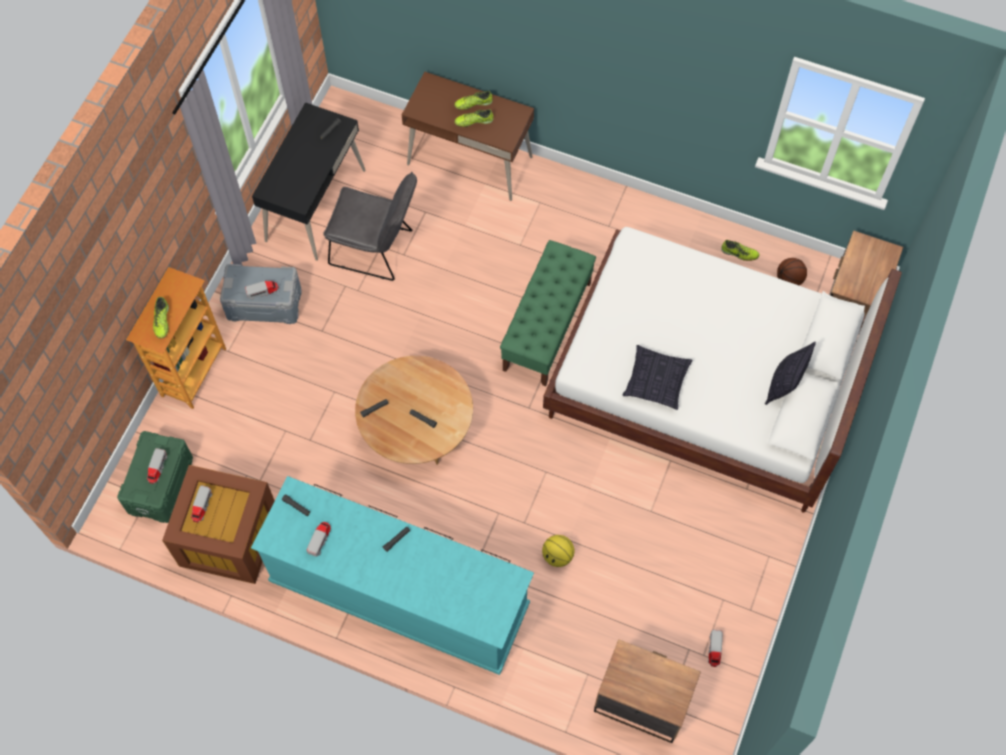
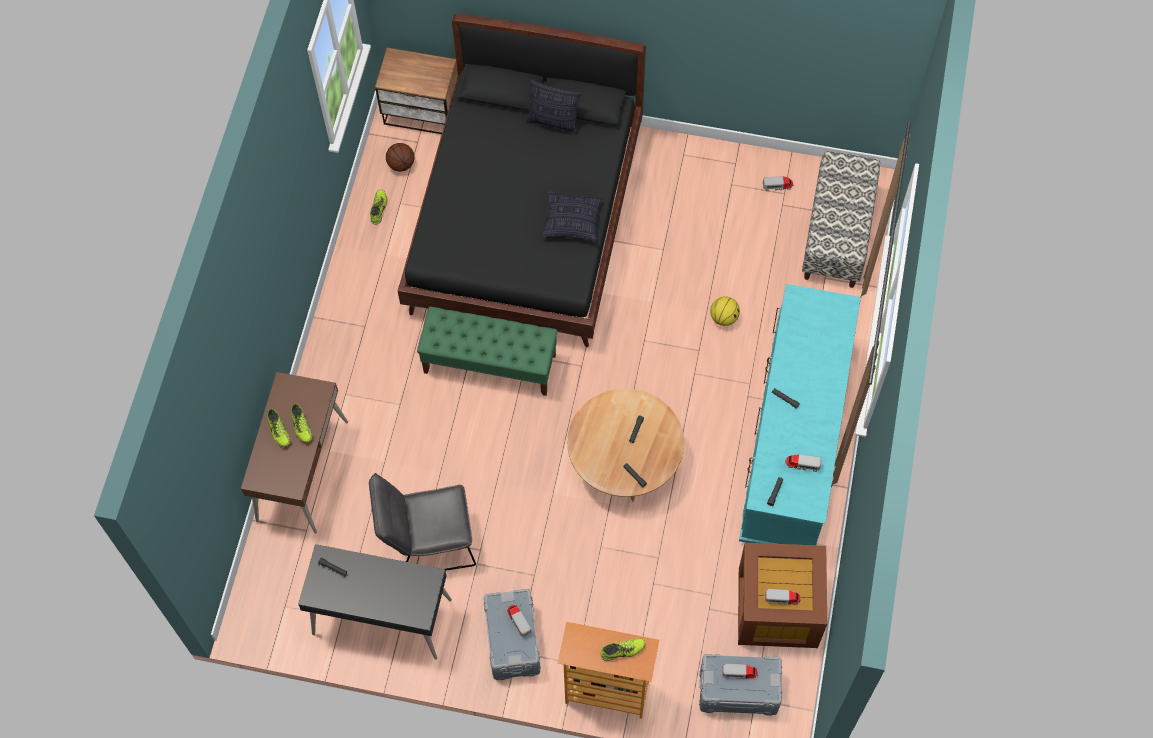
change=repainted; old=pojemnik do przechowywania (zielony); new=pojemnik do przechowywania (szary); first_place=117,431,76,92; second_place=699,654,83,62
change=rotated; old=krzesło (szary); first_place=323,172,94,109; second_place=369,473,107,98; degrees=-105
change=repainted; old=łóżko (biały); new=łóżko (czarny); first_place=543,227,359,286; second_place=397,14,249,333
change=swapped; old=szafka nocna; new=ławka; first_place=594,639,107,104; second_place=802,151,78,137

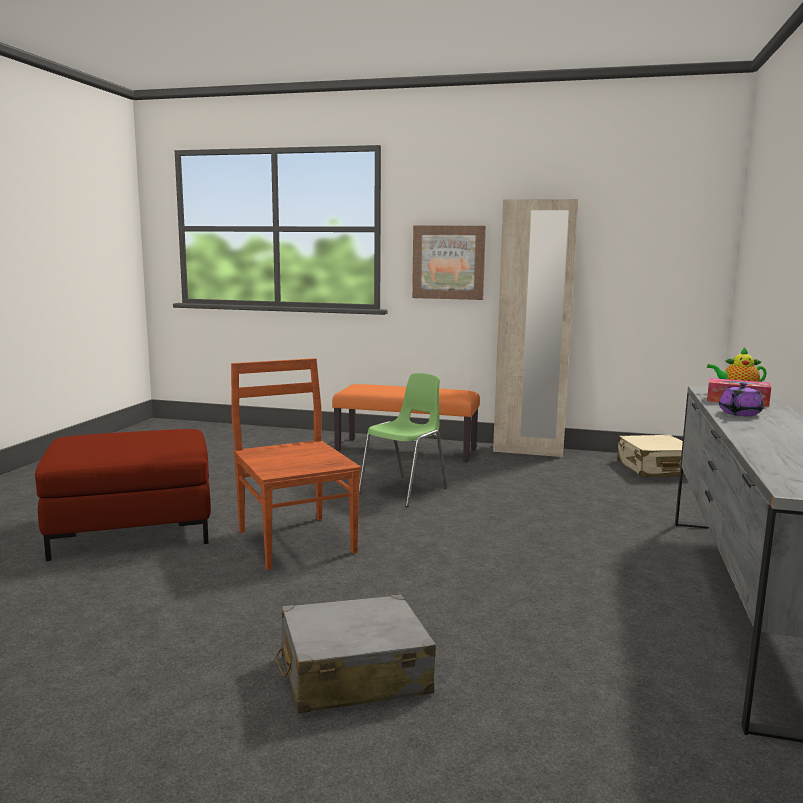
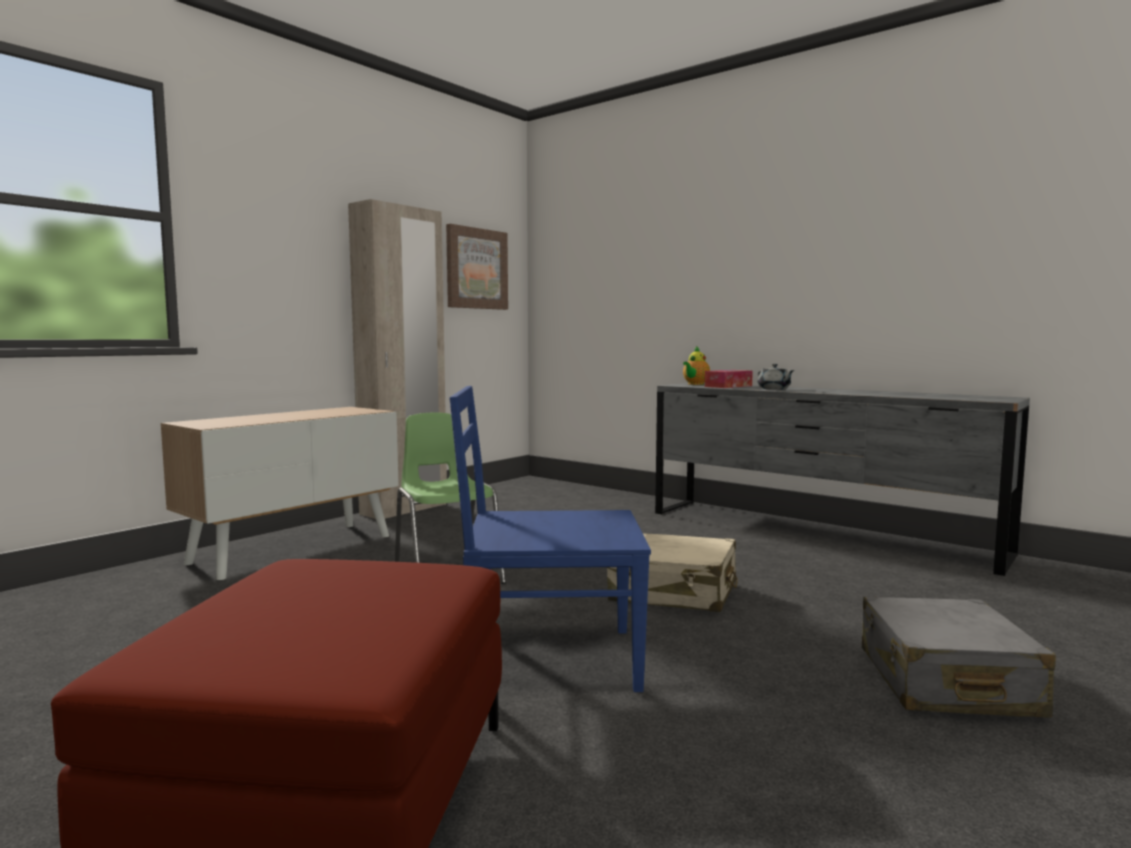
change=repainted; old=krzesło (brązowy); new=krzesło (niebieski); first_place=231,358,130,212; second_place=449,386,202,306
change=swapped; old=ławka (pomarańczowy); new=szafka; first_place=332,384,148,78; second_place=161,407,238,173
change=shifted; old=obraz; first_place=412,226,74,74; second_place=446,224,62,86
change=shifted; old=walizka (beżowy); first_place=617,435,69,42; second_place=607,533,131,79
change=repainted; old=imbryk (fioletowy); new=imbryk (szary); first_place=719,382,45,34; second_place=757,364,37,26

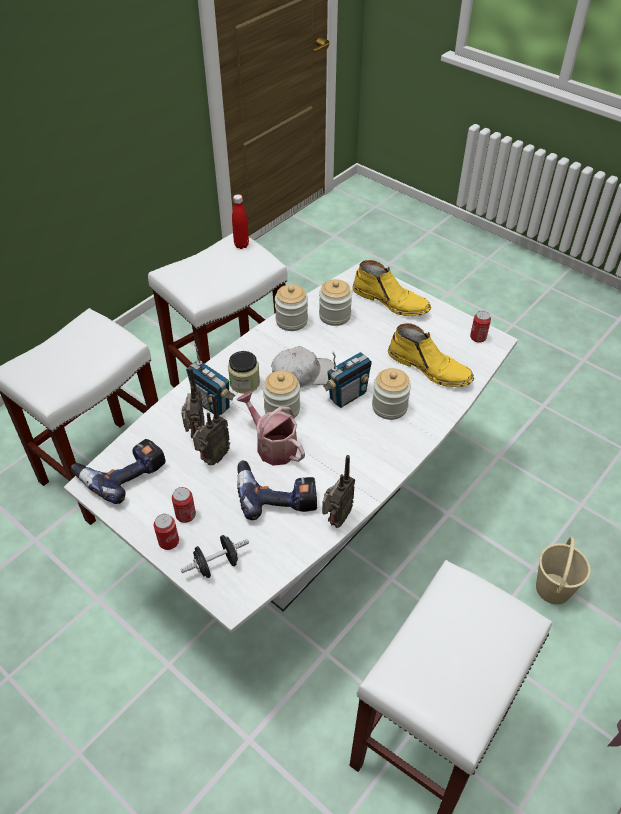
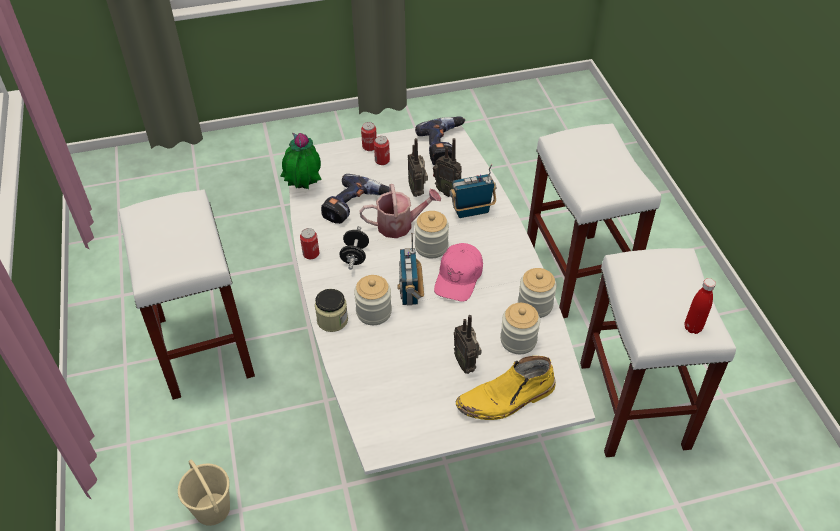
change=shifted; old=hantel (czarny); first_place=181,535,68,43; second_place=340,226,29,44
change=shifted; old=słoik; first_place=228,351,32,43; second_place=315,289,33,43
change=repainted; old=czapka z daszkiem (biały); new=czapka z daszkiem (różowy); first_place=271,346,63,42; second_place=434,243,49,59
change=shifted; old=radio; first_place=322,455,33,73; second_place=454,315,28,59
change=gone; old=but z cholewką (żółty); first_place=388,323,86,64
change=shifted; old=puszka; first_place=470,311,21,32; second_place=300,228,19,31
change=new; new=roślina doniczkowa; second_place=280,133,42,56

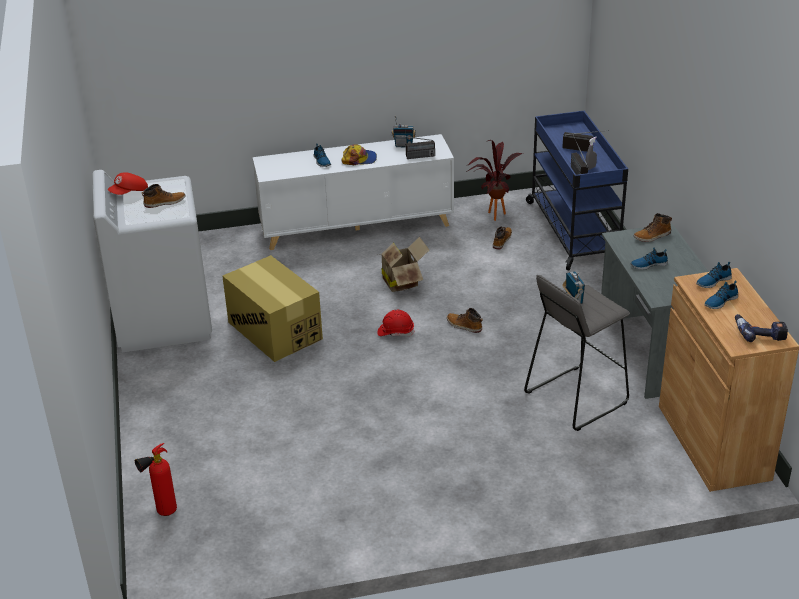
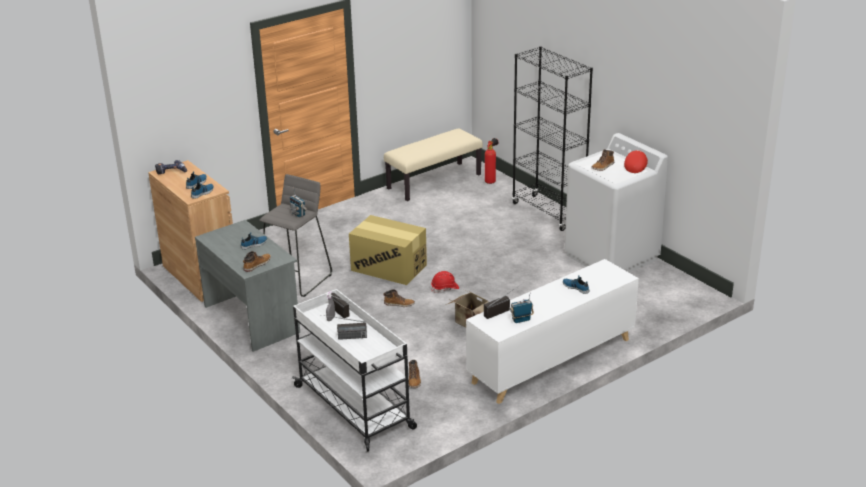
change=shifted; old=karton; first_place=222,255,101,107; second_place=349,215,78,70
change=gone; old=czapka z daszkiem; first_place=342,144,35,21
change=gone; old=roślina doniczkowa; first_place=466,140,57,81
change=repainted; old=wózek (niebieski); new=wózek (biały); first_place=526,111,102,160; second_place=292,289,125,163
change=new; new=ławka (beżowy); second_place=384,128,99,73
change=new; new=regał (czarny); second_place=512,46,81,185

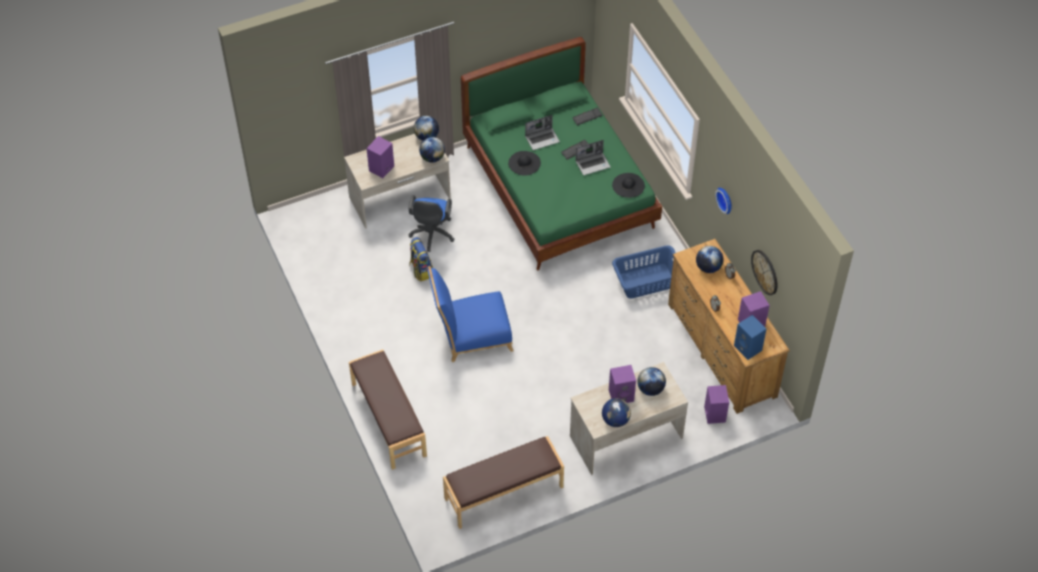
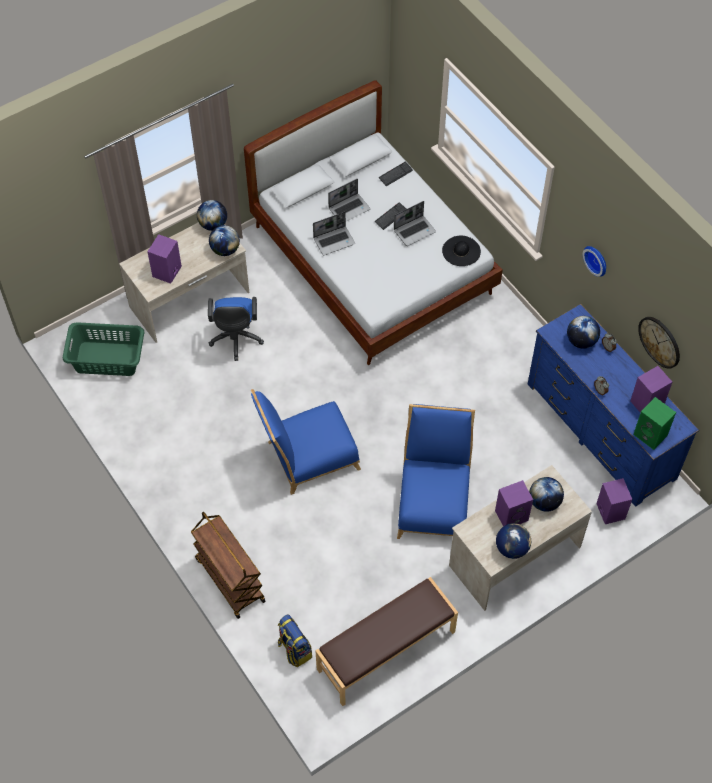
change=swapped; old=ławka (brązowy); new=wózek (brązowy); first_place=349,349,78,121; second_place=191,512,75,107
change=shifted; old=plecak; first_place=409,237,24,45; second_place=278,614,34,53
change=repainted; old=łóżko (zielony); new=łóżko (biały); first_place=461,37,201,233; second_place=244,80,259,285
change=swapped; old=kapelusz (czarny); new=laptop; first_place=508,151,33,25; second_place=313,212,42,43
change=gone; old=kosz na pranie (niebieski); first_place=612,245,63,54
change=repainted; old=komoda (brązowy); new=komoda (niebieski); first_place=668,239,122,175; second_place=528,304,171,203
change=repainted; old=głośnik (niebieski); new=głośnik (zielony); first_place=734,315,32,45; second_place=633,397,43,53
change=new; new=kosz na pranie (zielony); second_place=63,322,81,54
change=new; new=krzesło (niebieski); second_place=397,404,78,135

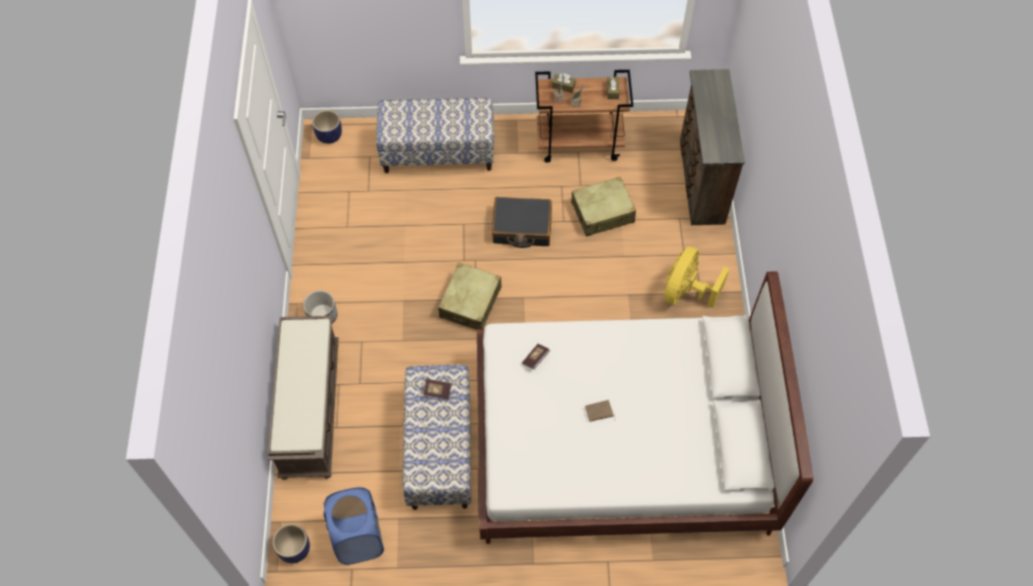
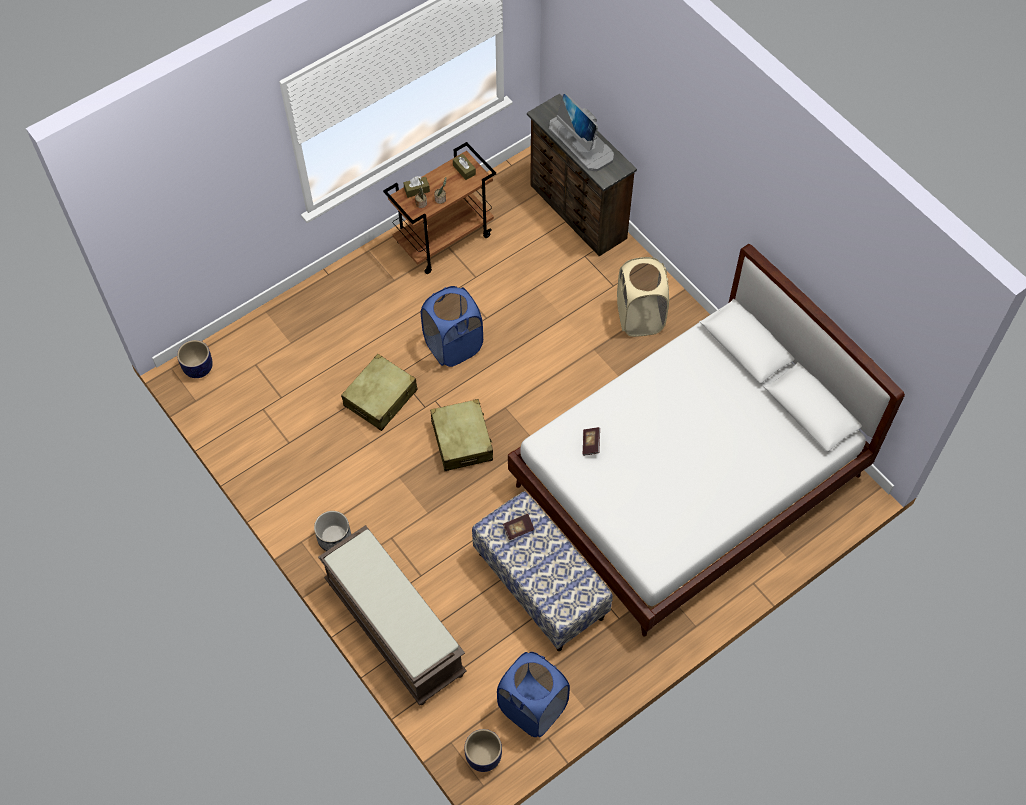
change=gone; old=ławka; first_place=376,98,118,75
change=swapped; old=walizka (czarny); new=kosz na pranie (niebieski); first_place=492,197,60,51; second_place=421,286,62,81
change=shifted; old=walizka (beżowy); first_place=571,177,65,60; second_place=341,354,77,77
change=gone; old=książka (brązowy); first_place=585,400,30,22
change=swapped; old=wentylator (żółty); new=kosz na pranie (beżowy); first_place=664,246,65,62; second_place=617,257,52,80
change=new; new=monitor; second_place=549,93,65,78

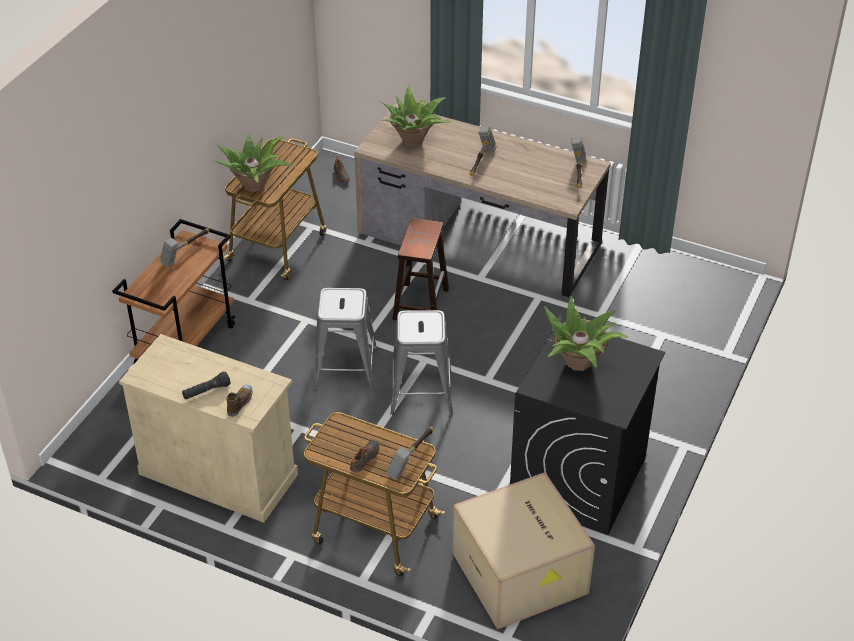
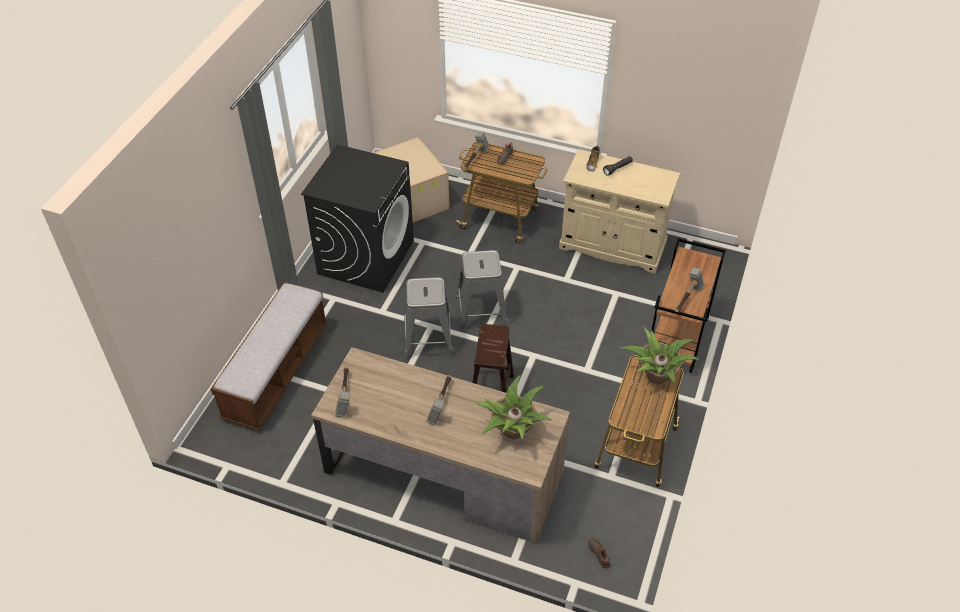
change=shifted; old=stołek (szary); first_place=313,288,64,103; second_place=404,277,50,83
change=gone; old=roślina doniczkowa; first_place=544,296,84,75
change=new; new=ławka; second_place=211,281,116,150

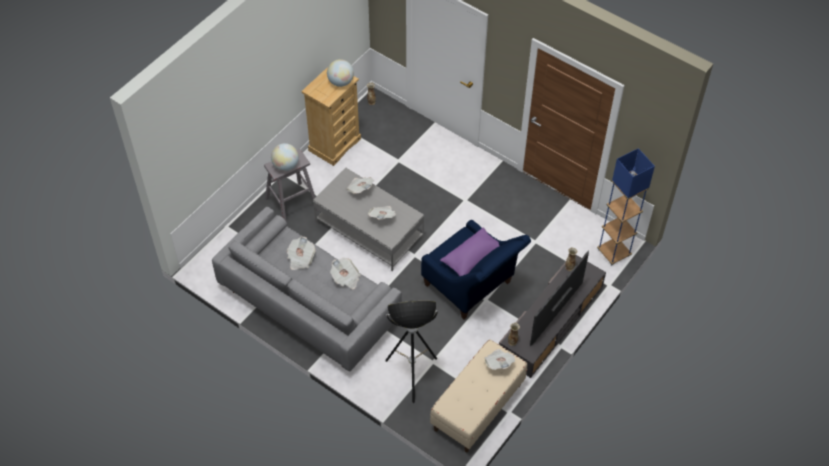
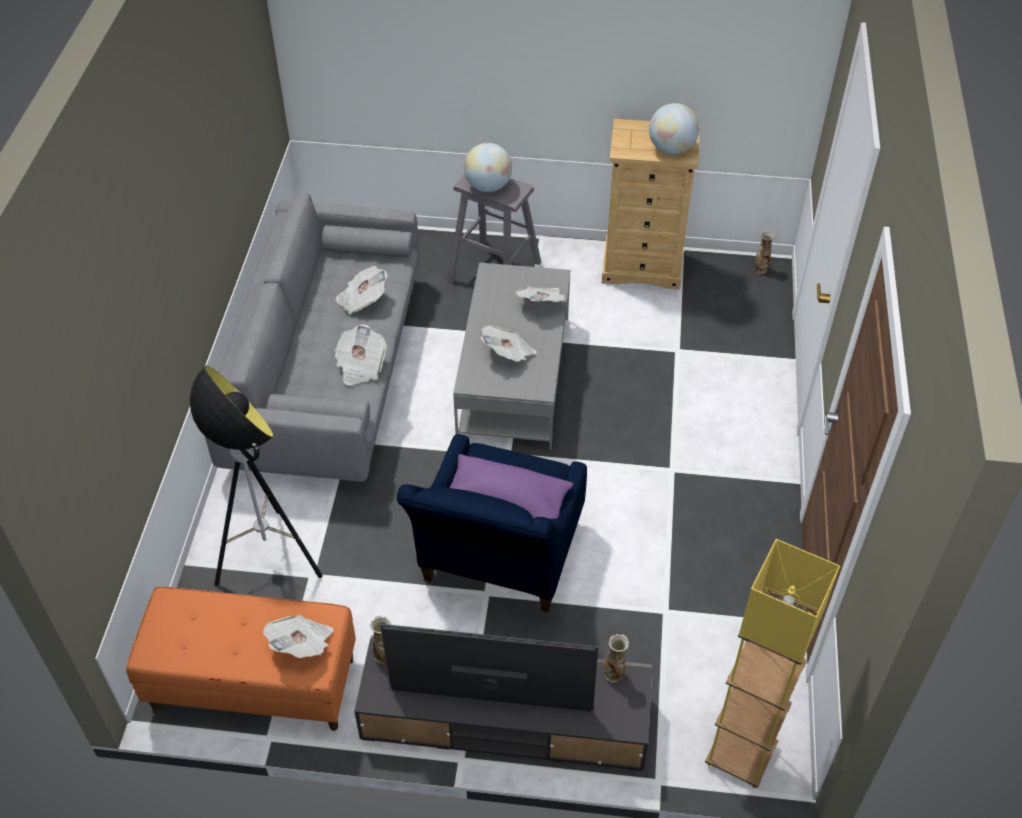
change=repainted; old=ławka (beżowy); new=ławka (pomarańczowy); first_place=430,339,97,113; second_place=126,587,230,144
change=repainted; old=lampa stojąca (niebieski); new=lampa stojąca (żółty); first_place=597,148,58,118; second_place=705,539,135,249

